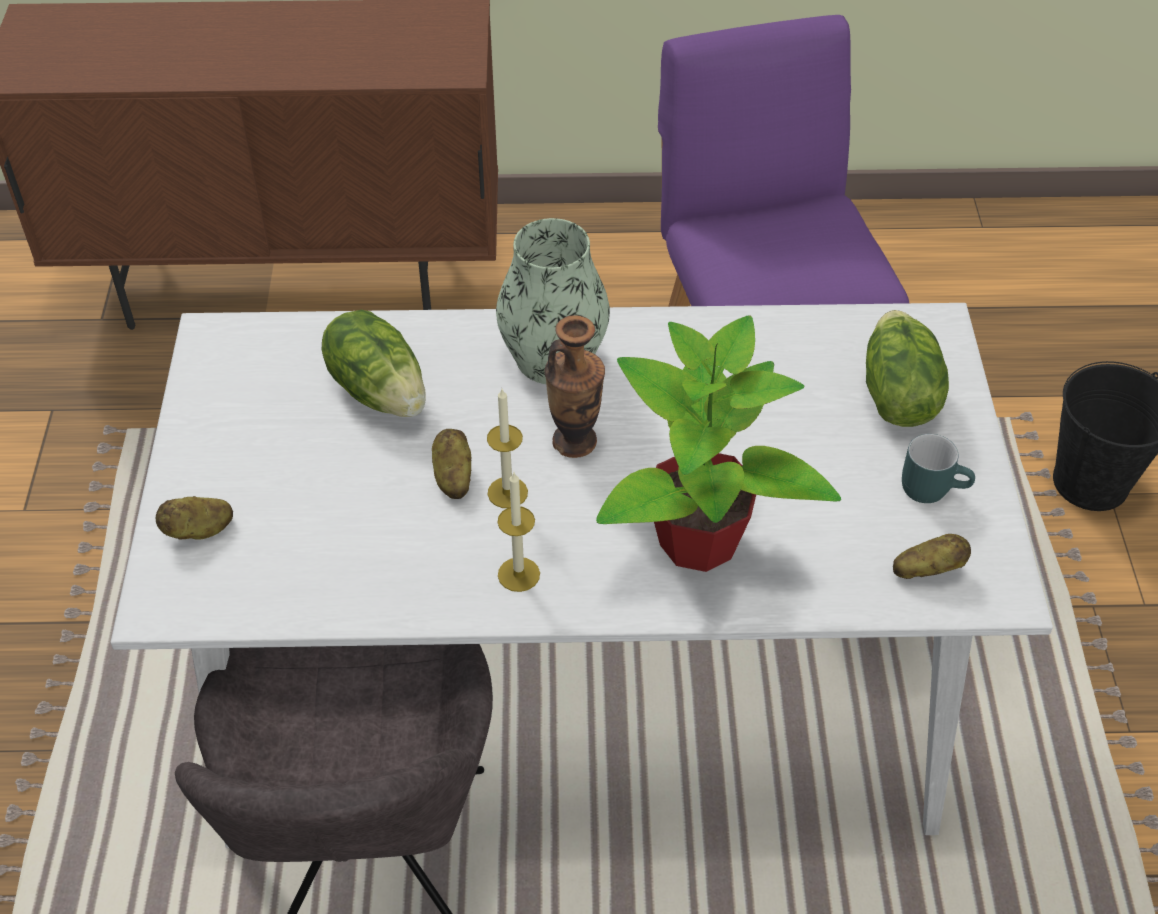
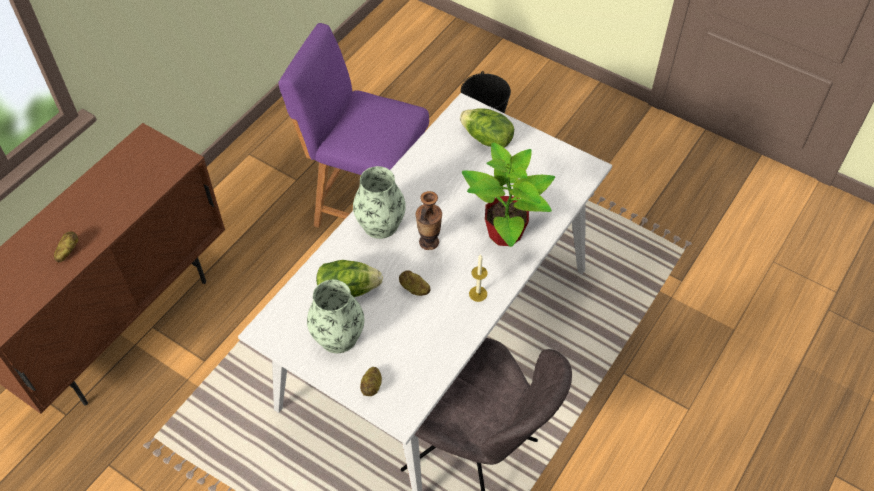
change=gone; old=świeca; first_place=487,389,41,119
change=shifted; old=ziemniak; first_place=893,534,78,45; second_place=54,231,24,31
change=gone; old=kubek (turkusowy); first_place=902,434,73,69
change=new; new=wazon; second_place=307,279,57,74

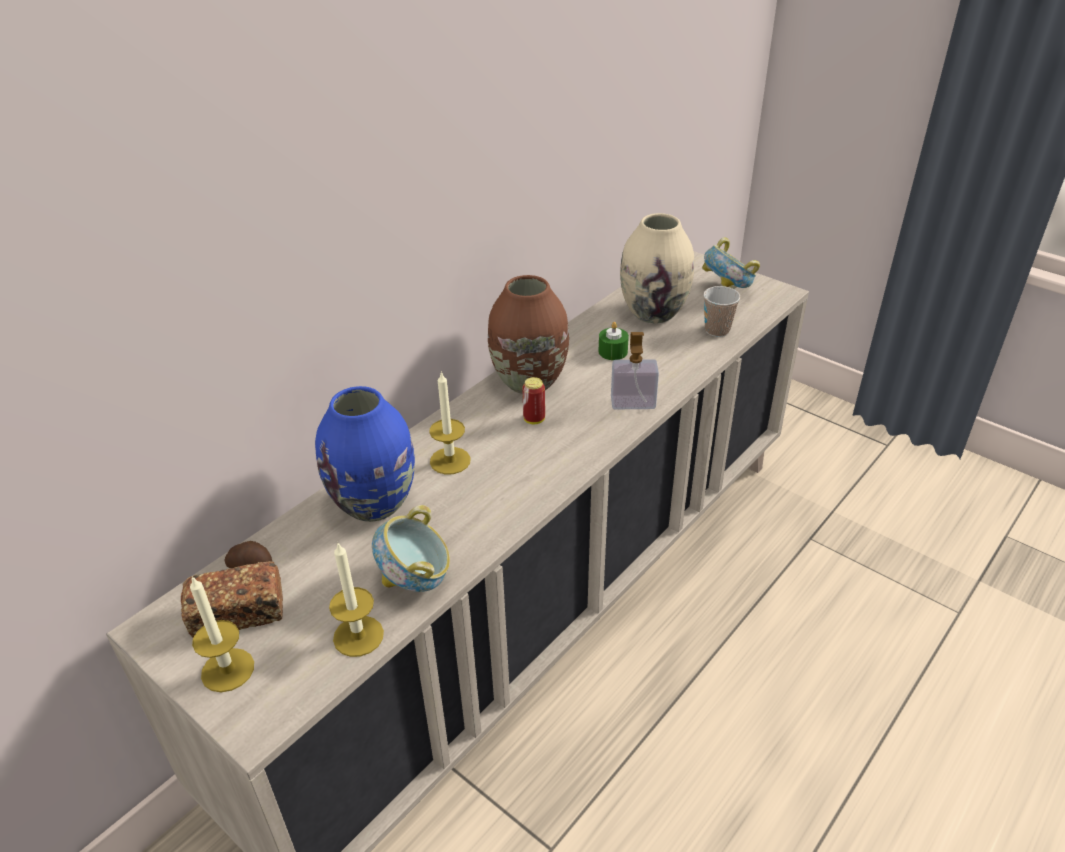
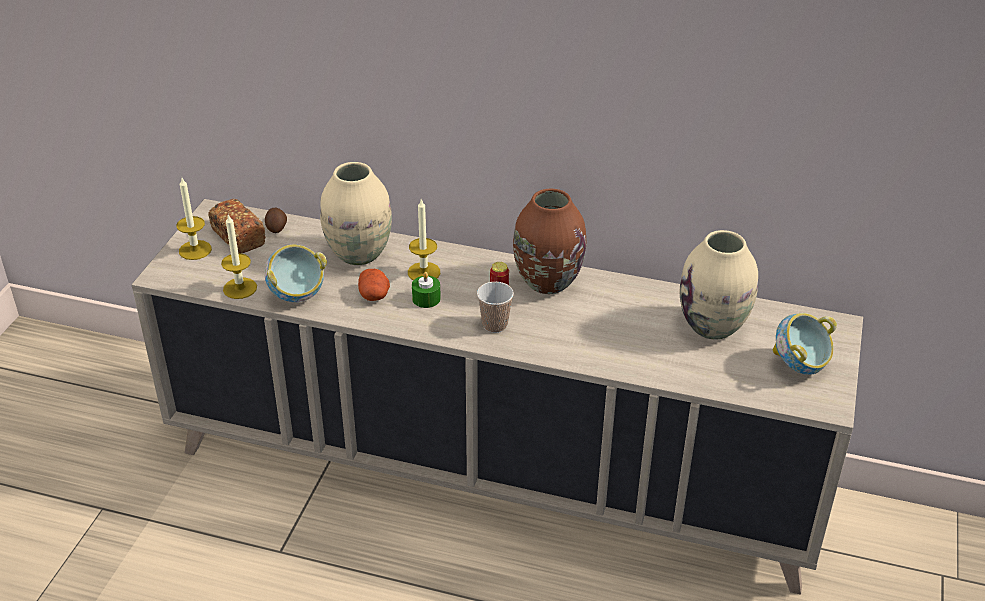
change=repainted; old=wazon (niebieski); new=wazon (beżowy); first_place=315,386,100,136; second_place=320,162,72,103
change=shifted; old=świeca (zielony); first_place=598,322,31,38; second_place=412,272,29,36
change=gone; old=dozownik mydła; first_place=611,332,48,77
change=shifted; old=filiżanka; first_place=704,286,36,51; second_place=477,282,37,51
change=new; new=ziemniak; second_place=358,269,32,32

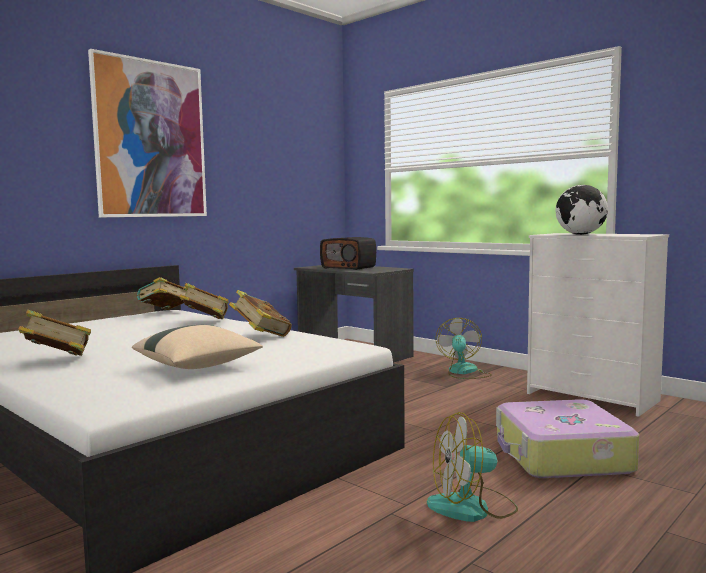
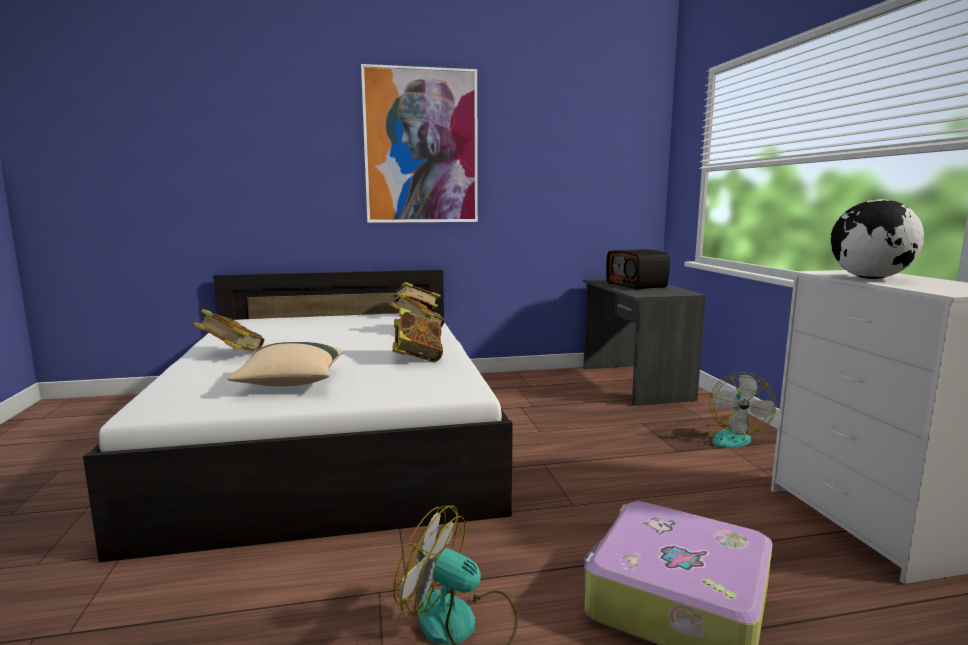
change=rotated; old=wentylator; first_place=436,318,56,61; second_place=692,372,85,76; degrees=150

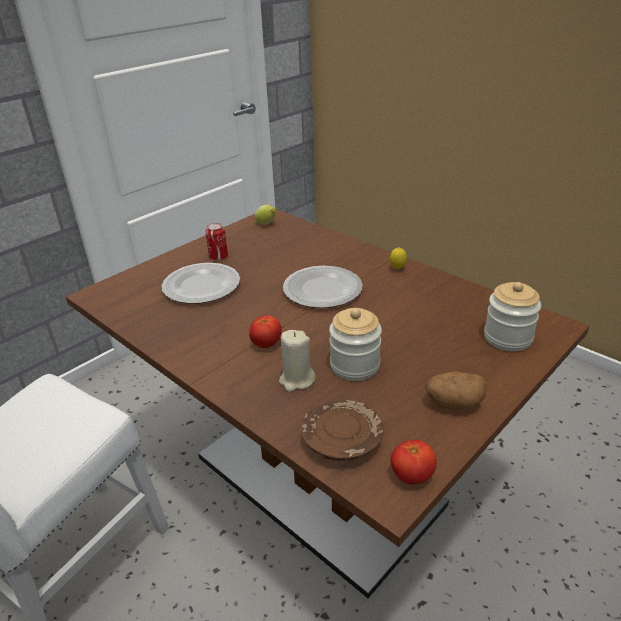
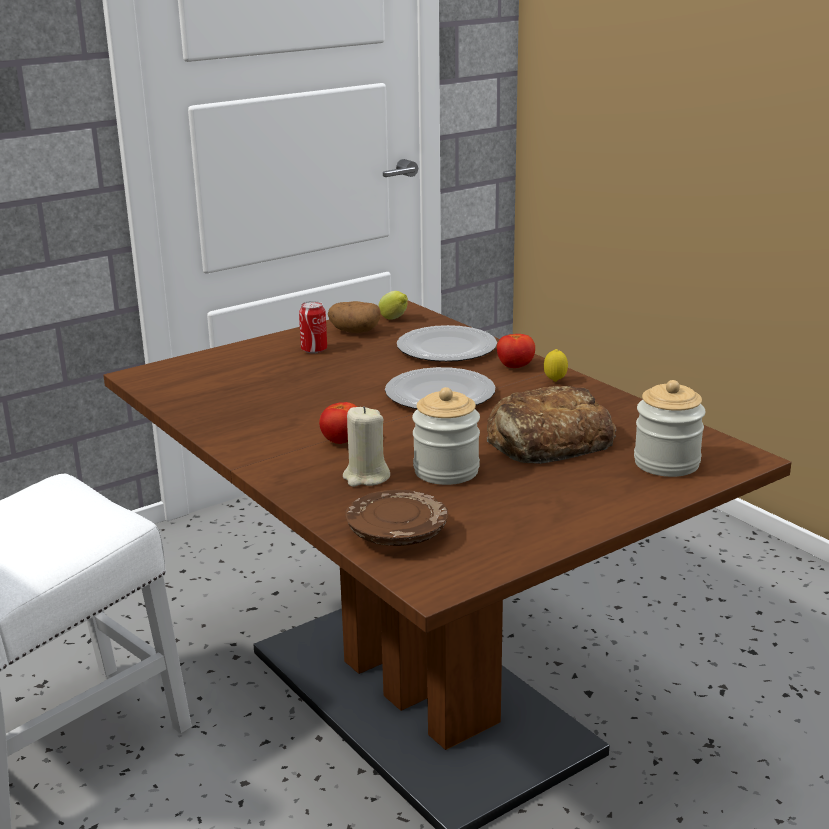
change=shifted; old=talerz; first_place=162,263,78,41; second_place=397,325,100,37
change=shifted; old=pomidor; first_place=390,440,47,44; second_place=497,334,38,34
change=shifted; old=ziemniak; first_place=425,371,62,39; second_place=328,301,53,32
change=new; new=chleb; second_place=487,386,129,78

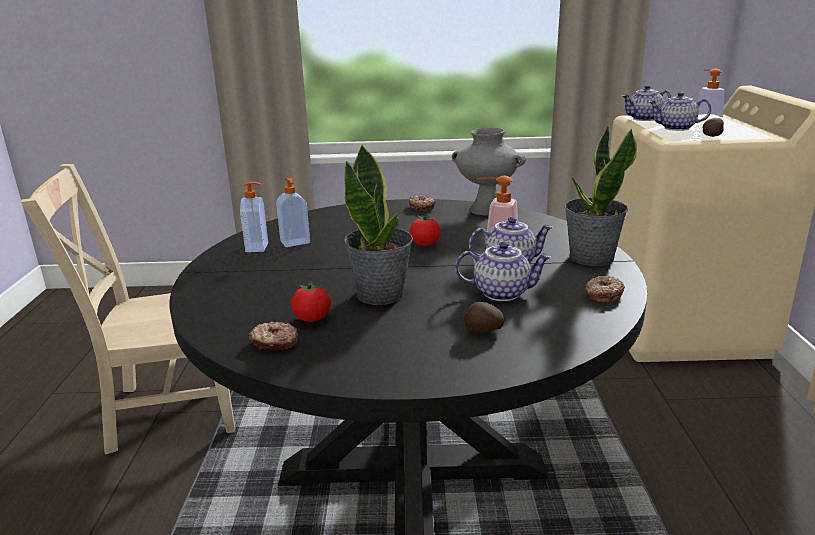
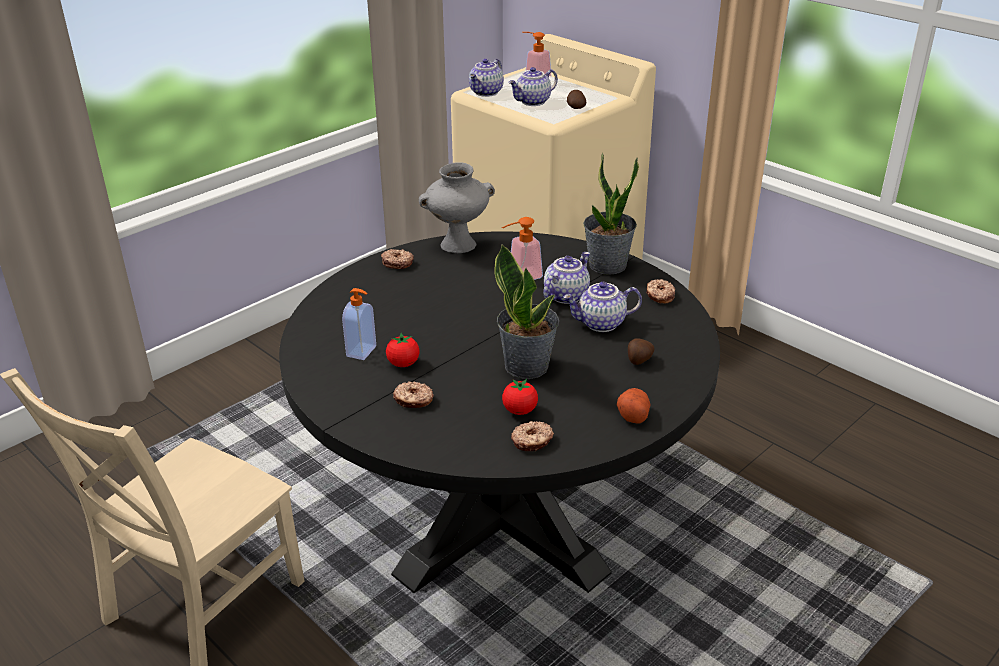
change=gone; old=dozownik mydła; first_place=240,182,28,70
change=shifted; old=pomidor; first_place=410,215,31,31; second_place=386,333,34,34
change=rotated; old=imbryk; first_place=455,241,97,60; second_place=563,282,79,50; degrees=-150
change=new; new=donut; second_place=393,381,41,27
change=new; new=ziemniak; second_place=617,388,34,36

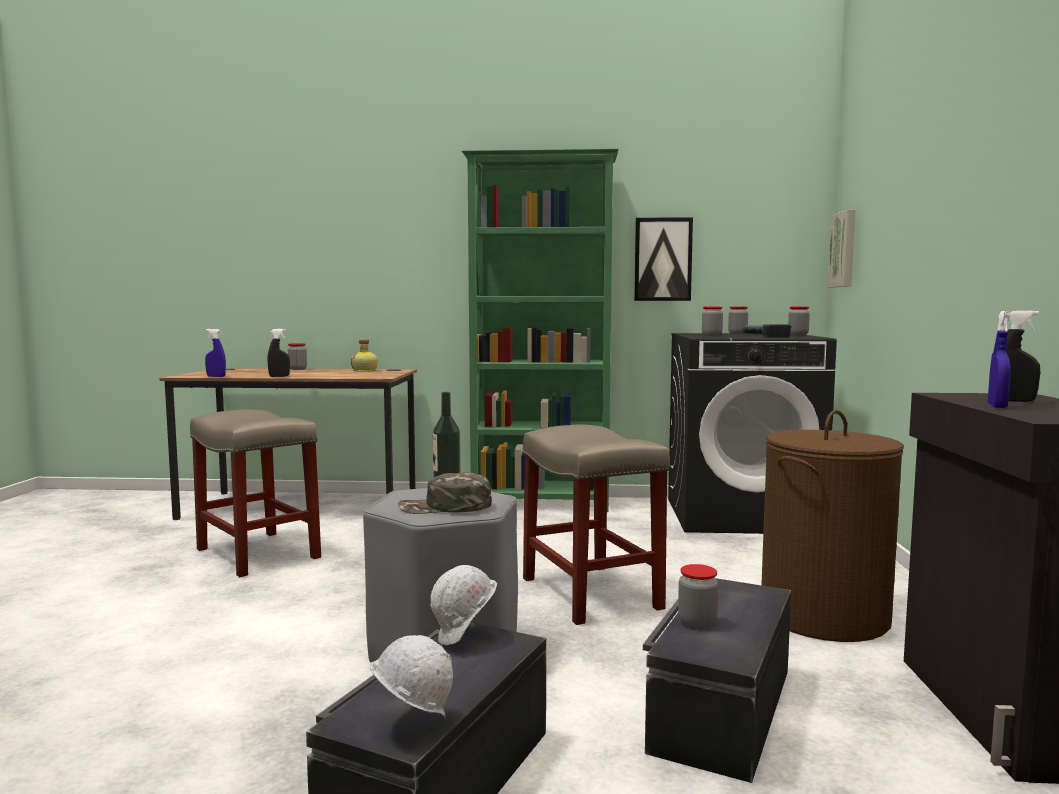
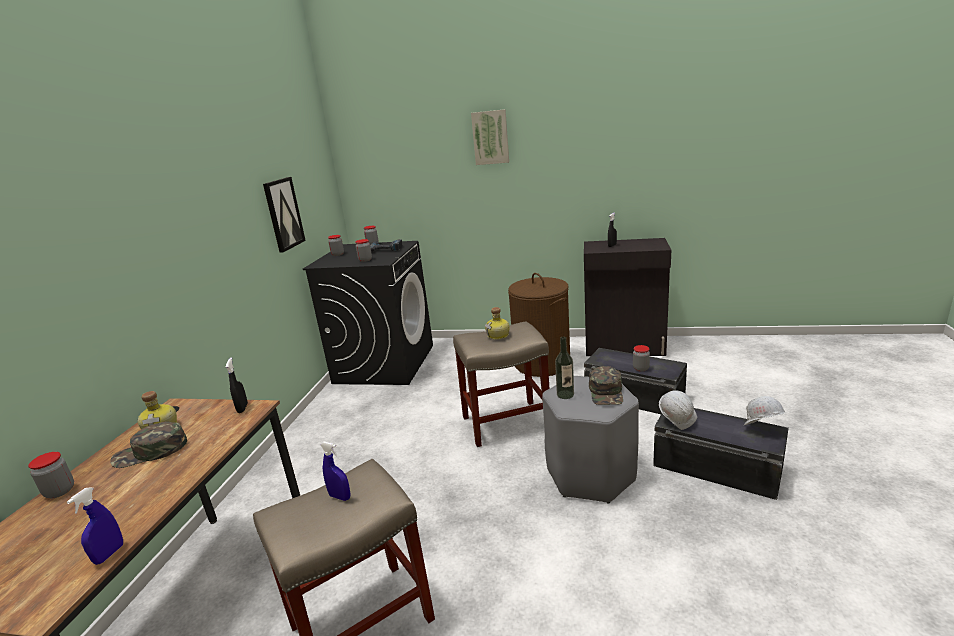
change=shifted; old=spryskiwacz (czarny); first_place=268,329,22,48; second_place=226,358,22,55
change=gone; old=regał (zielony); first_place=462,149,157,363
change=shifted; old=obraz; first_place=827,210,28,77; second_place=471,109,38,56
change=shifted; old=spryskiwacz (niebieski); first_place=988,311,23,97; second_place=320,441,31,60
change=new; new=czapka z daszkiem (zielony); second_place=110,421,77,47
change=new; new=butelka; second_place=485,307,25,33

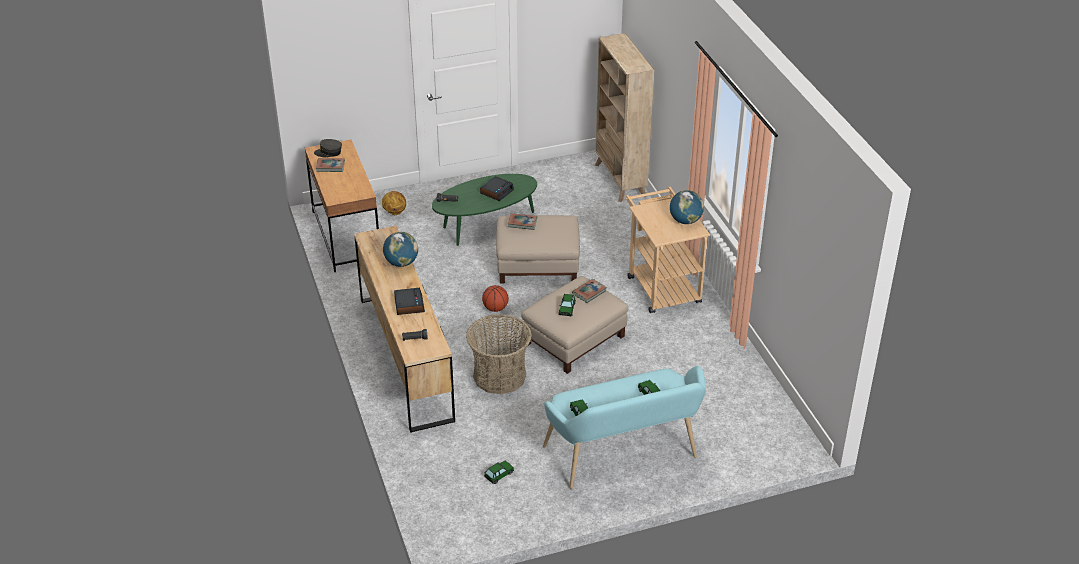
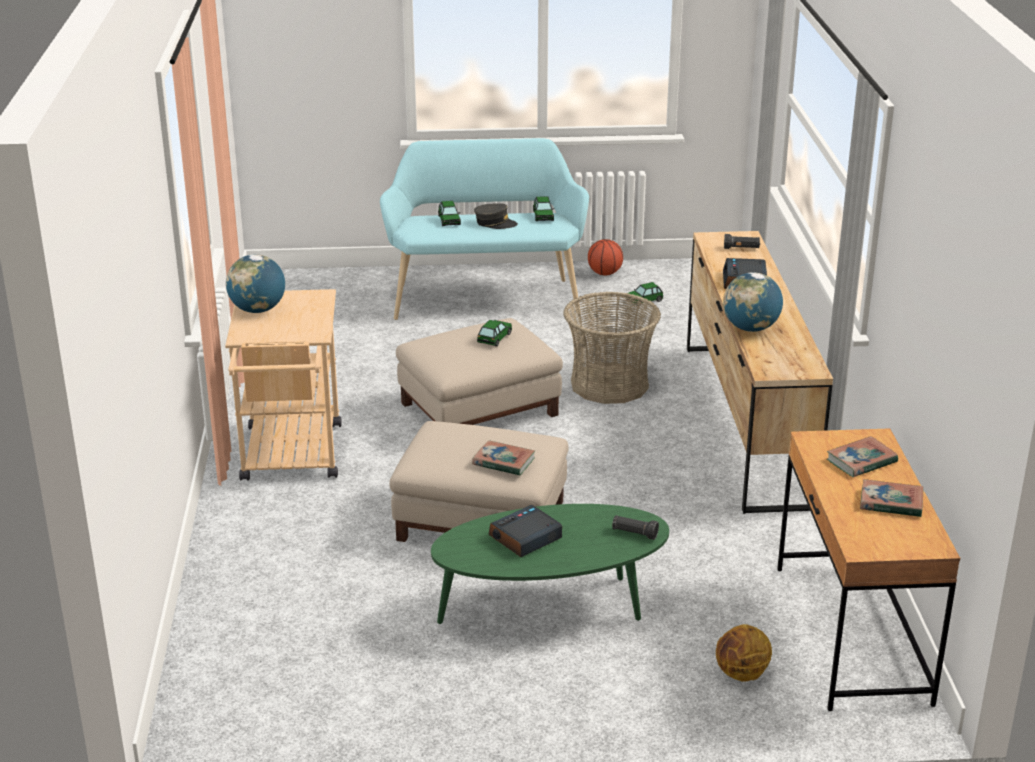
change=shifted; old=czapka z daszkiem (szary); first_place=314,139,28,19; second_place=474,203,44,26
change=shifted; old=piłka do koszykówki; first_place=482,285,27,27; second_place=588,239,35,37
change=shifted; old=książka; first_place=572,279,35,24; second_place=827,436,71,41
change=gone; old=regał (beżowy); first_place=595,33,59,169

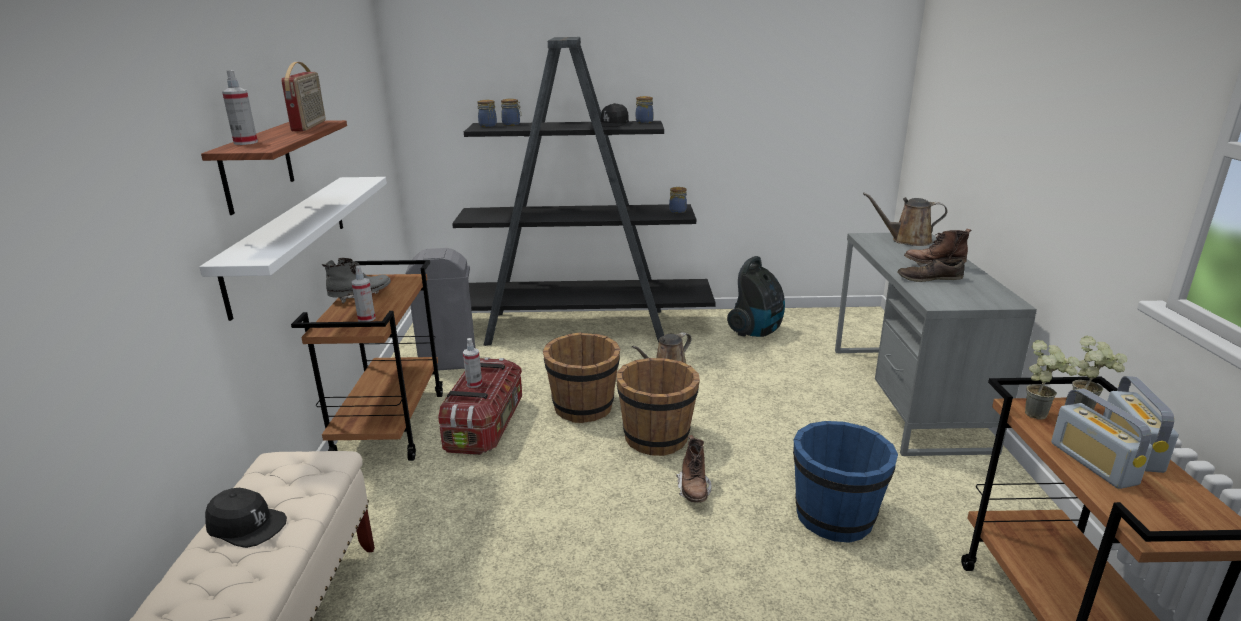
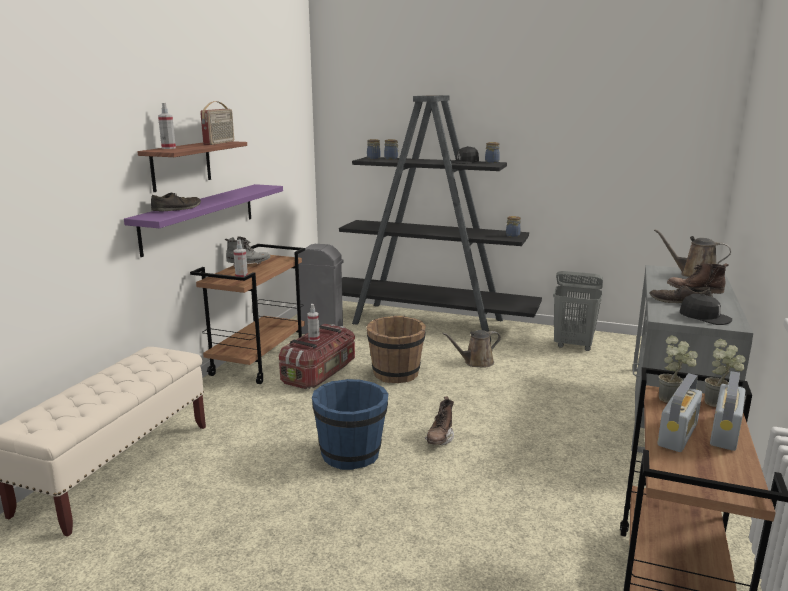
change=repainted; old=półka (biały); new=półka (fioletowy); first_place=199,177,188,144; second_place=124,184,159,73
change=shifted; old=czapka z daszkiem (czarny); first_place=205,488,82,60; second_place=680,294,52,31
change=gone; old=wiadro (brązowy); first_place=617,358,83,98
change=swapped; old=odkurzacz; new=kosz na pranie (szary); first_place=727,256,58,81; second_place=553,271,50,80
change=shifted; old=wiadro (niebieski); first_place=793,421,105,122; second_place=312,379,76,91
change=rotated; old=radio; first_place=1051,389,101,100; second_place=657,373,45,79; degrees=-150
change=new; new=but (brązowy); second_place=151,193,50,18

